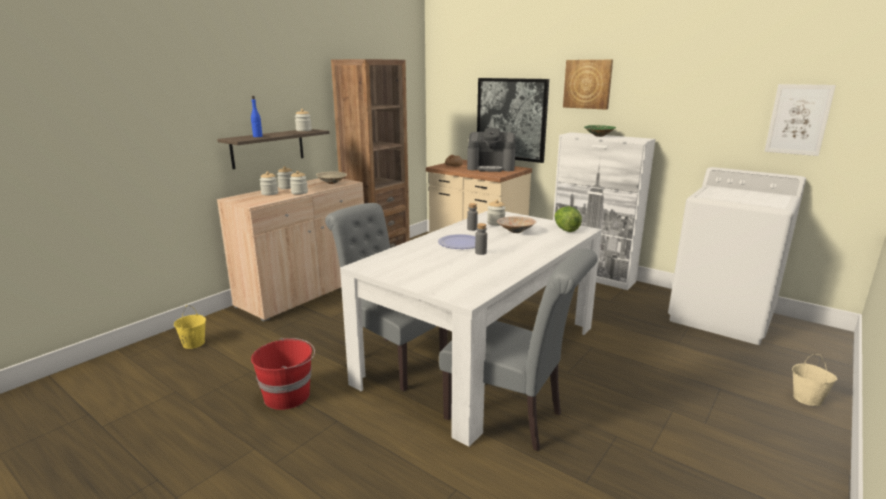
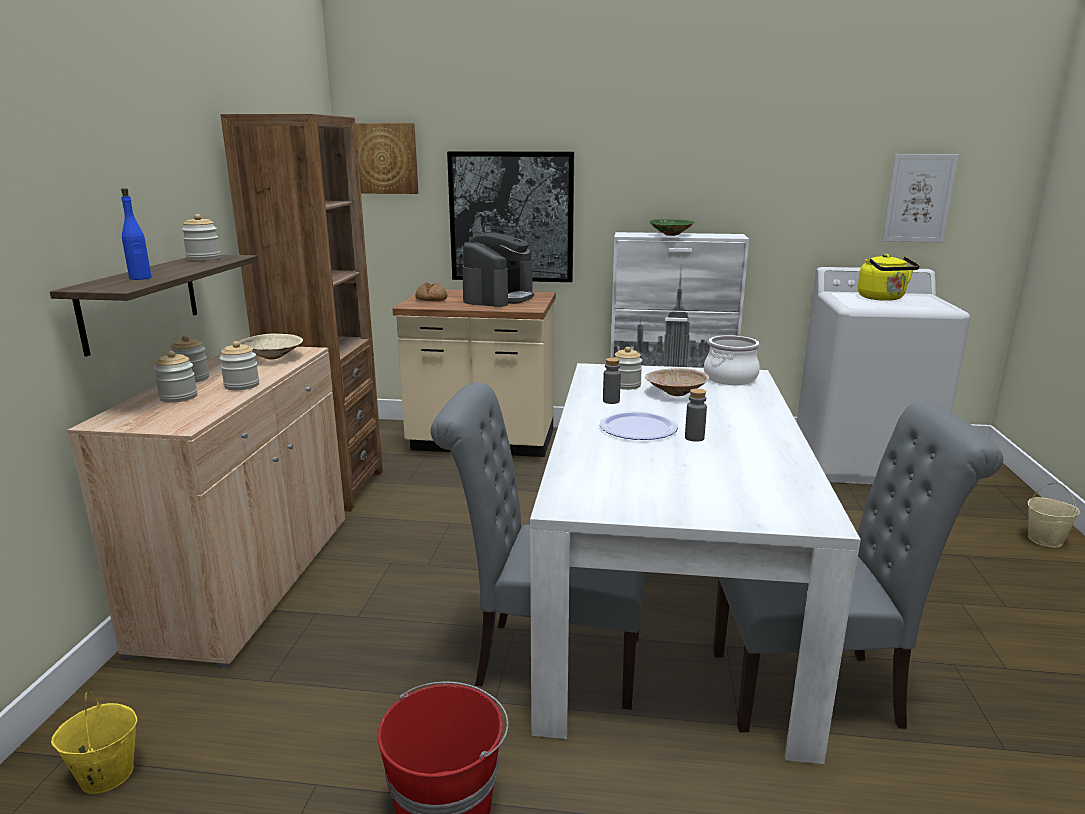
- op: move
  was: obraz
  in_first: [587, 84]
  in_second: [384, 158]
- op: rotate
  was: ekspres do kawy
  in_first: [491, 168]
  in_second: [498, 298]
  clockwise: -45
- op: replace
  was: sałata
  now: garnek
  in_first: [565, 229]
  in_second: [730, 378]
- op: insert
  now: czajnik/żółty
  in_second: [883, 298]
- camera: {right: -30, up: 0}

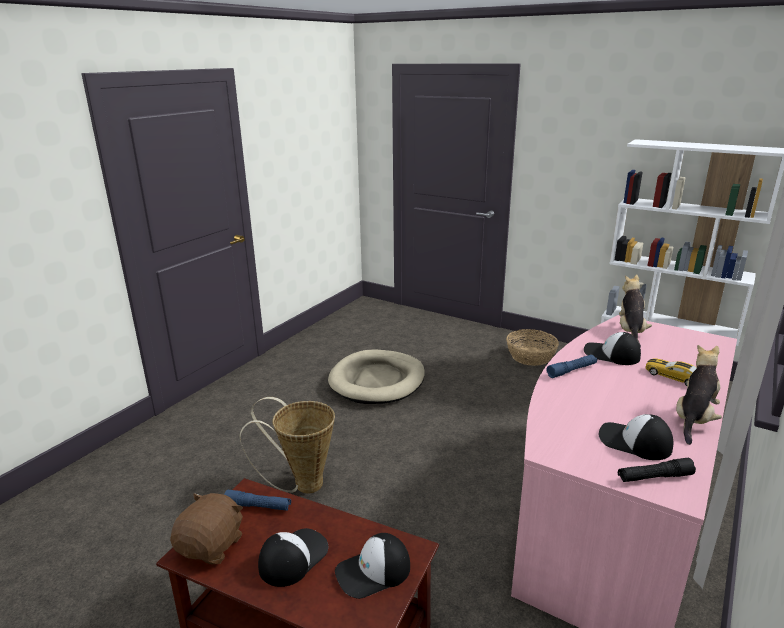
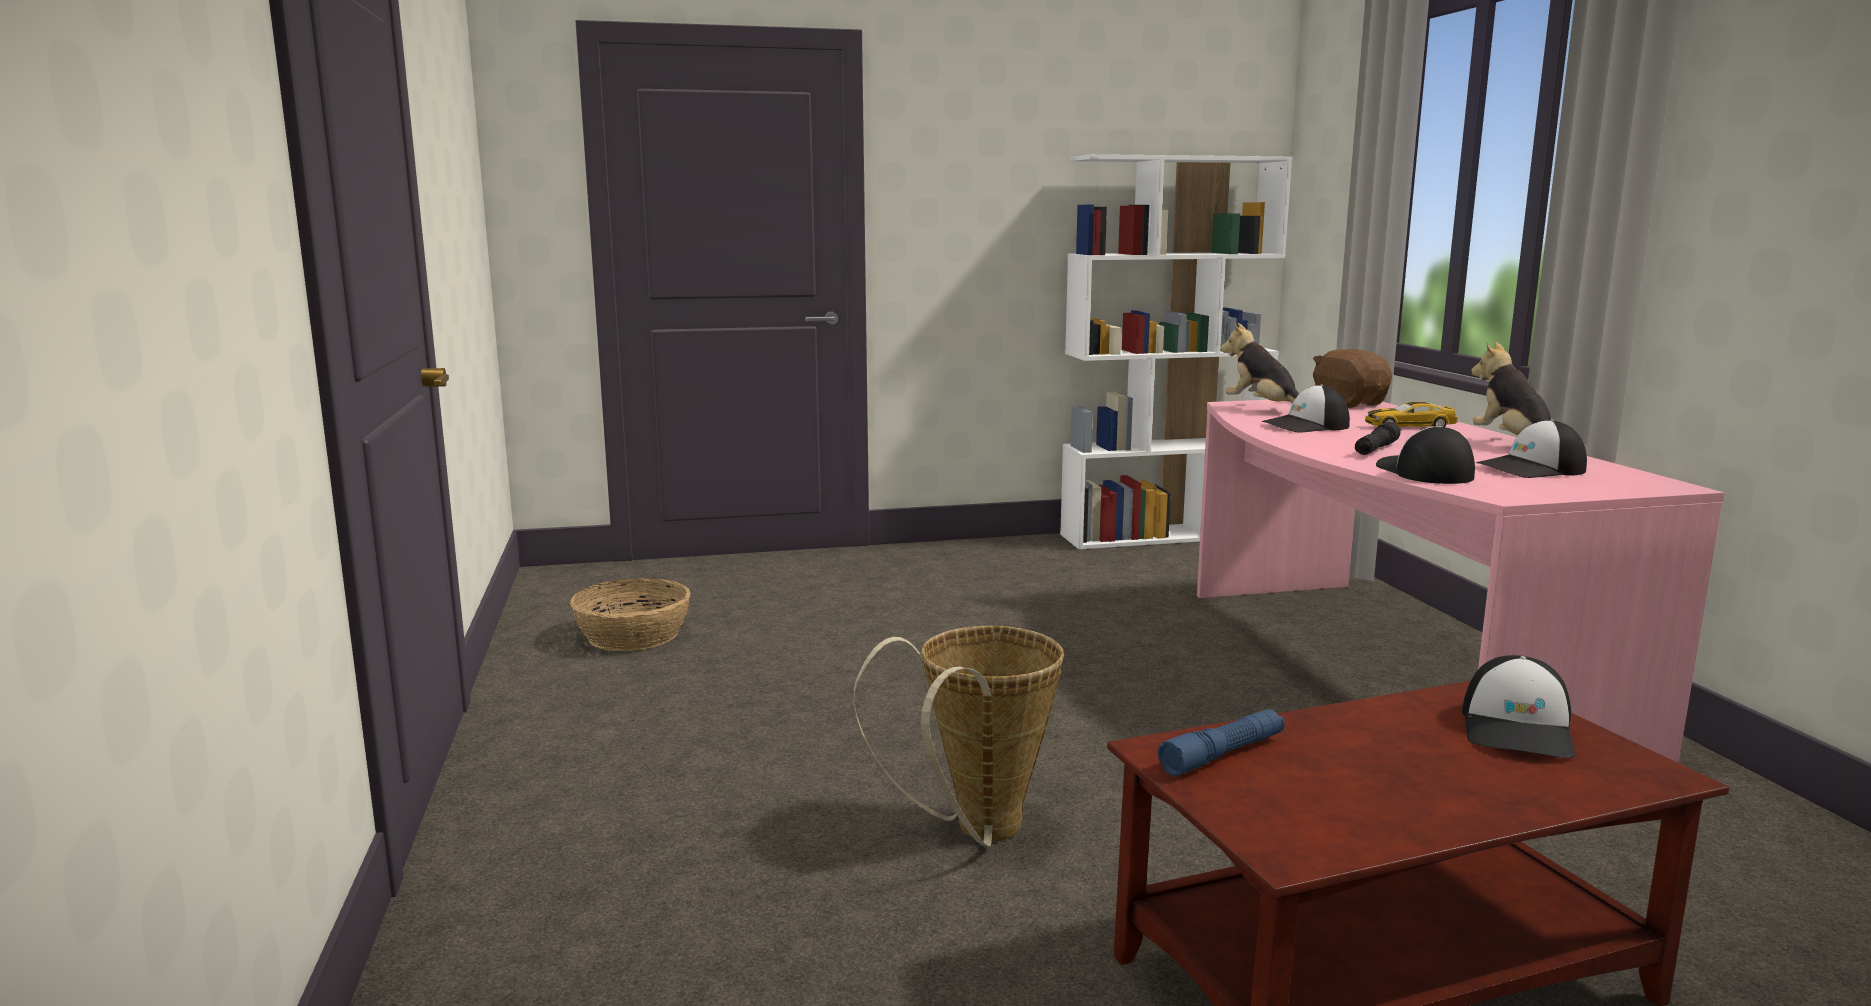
- op: move
  was: koszyk
  in_first: [530, 356]
  in_second: [634, 636]
- op: delete
  was: legowisko/beżowy
  in_first: [377, 380]
- op: delete
  was: latarka/niebieski
  in_first: [571, 370]
- op: move
  was: latarka/czarny
  in_first: [654, 477]
  in_second: [1375, 449]
- op: move
  was: pluszak/brązowy
  in_first: [212, 546]
  in_second: [1348, 403]
- op: move
  was: czapka z daszkiem
  in_first: [293, 557]
  in_second: [1423, 472]
- camera: {right: -45, up: -10}

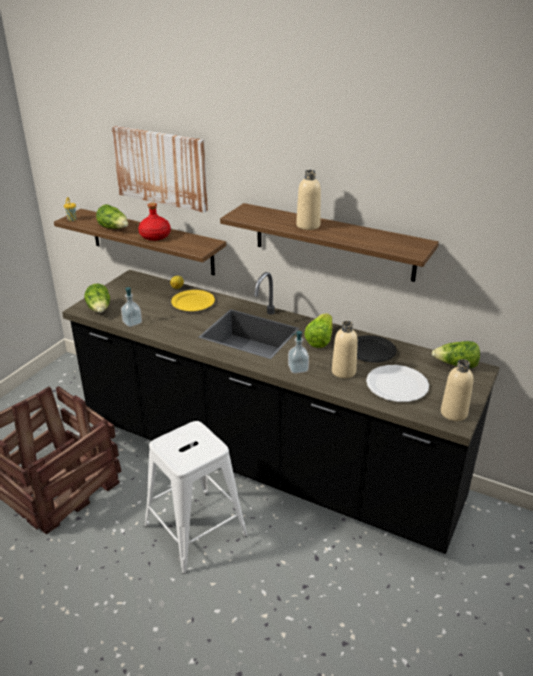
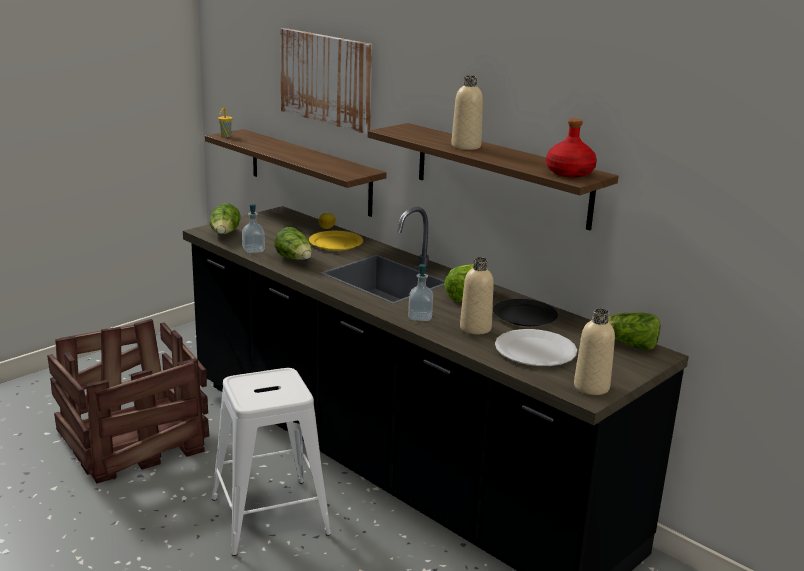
- op: move
  was: butelka/czerwony
  in_first: [155, 236]
  in_second: [569, 172]
- op: move
  was: sałata
  in_first: [114, 228]
  in_second: [295, 259]
- camera: {right: 15, up: -10}

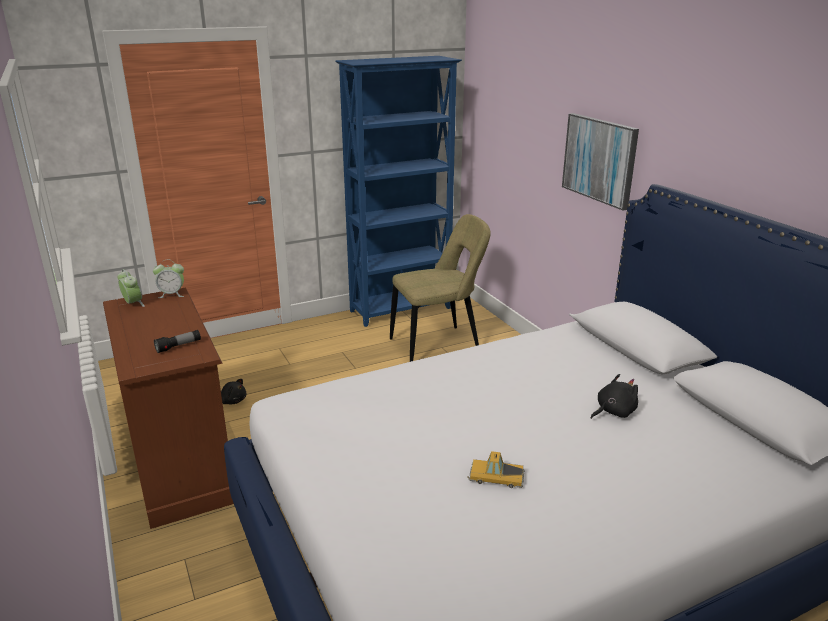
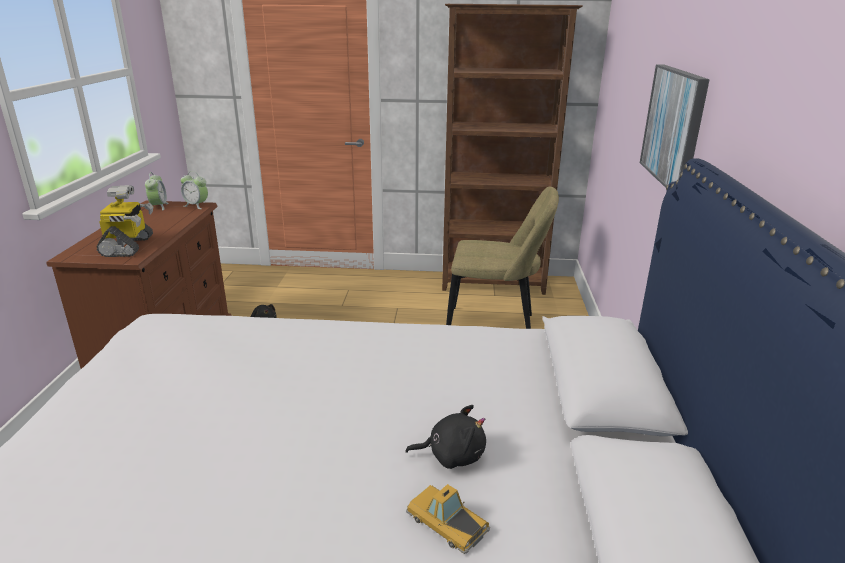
- op: recolor
  was: regał/niebieski
  now: regał/brązowy
  in_first: [401, 310]
  in_second: [493, 284]
- op: replace
  was: latarka
  now: robot zabawkowy
  in_first: [178, 346]
  in_second: [128, 246]
- op: move
  was: samochodzik
  in_first: [495, 476]
  in_second: [446, 521]
- camera: {right: 30, up: 0}

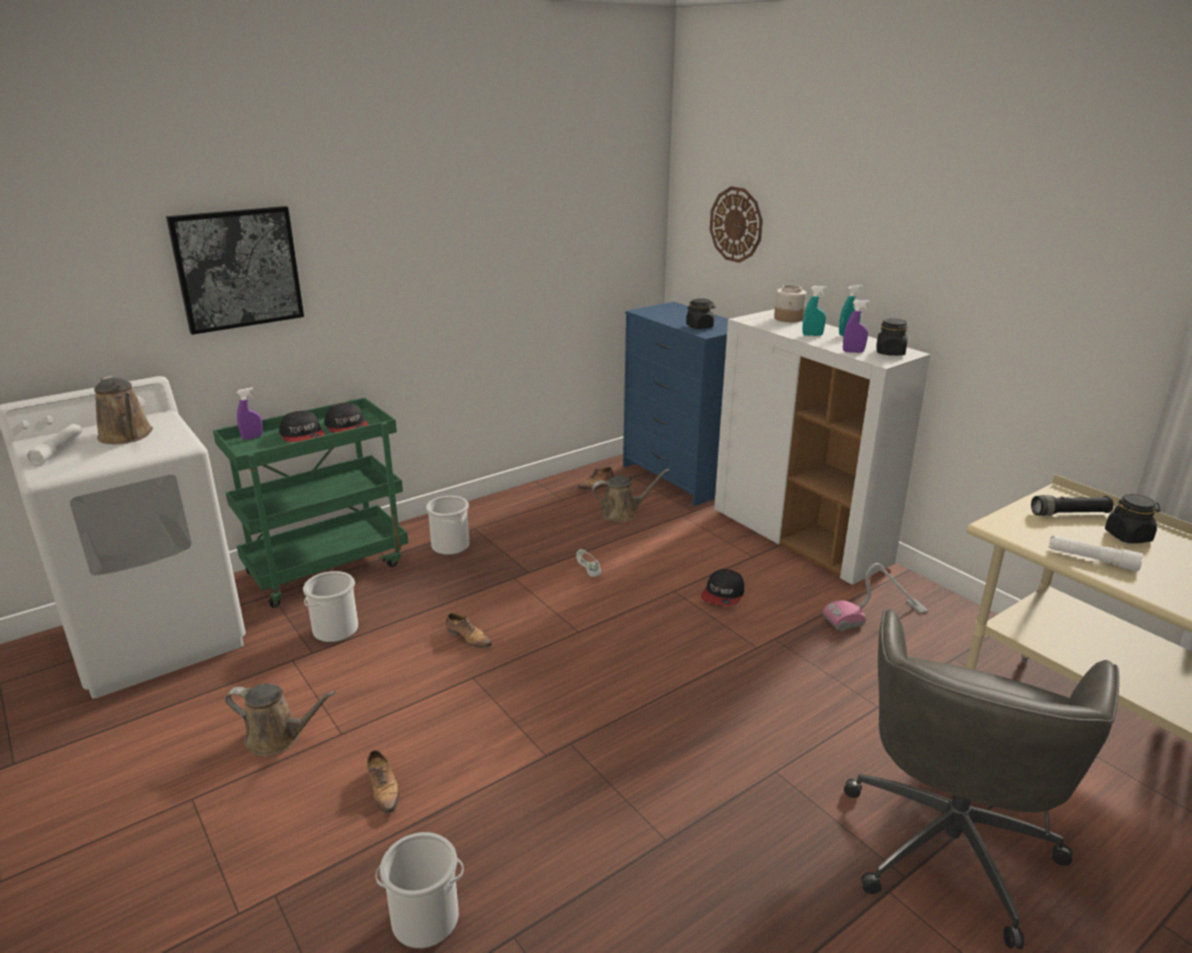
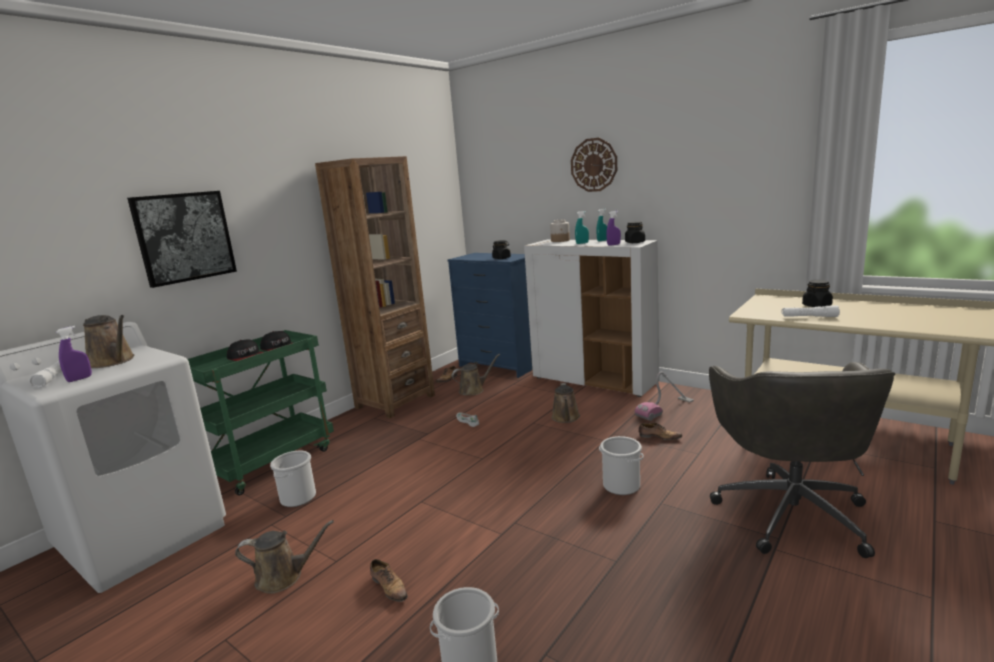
- op: move
  was: zegar ścienny
  in_first: [736, 224]
  in_second: [594, 165]
- op: move
  was: spryskiwacz/fioletowy
  in_first: [252, 437]
  in_second: [79, 379]
- op: delete
  was: latarka/czarny
  in_first: [1069, 514]
- op: move
  was: wiadro
  in_first: [451, 546]
  in_second: [621, 485]
- op: replace
  was: czapka z daszkiem
  now: konewka/brązowy
  in_first: [723, 594]
  in_second: [566, 418]
- op: move
  was: but
  in_first: [468, 638]
  in_second: [659, 437]
- op: insert
  now: regał/brązowy
  in_second: [395, 401]
- camera: {right: -15, up: -10}

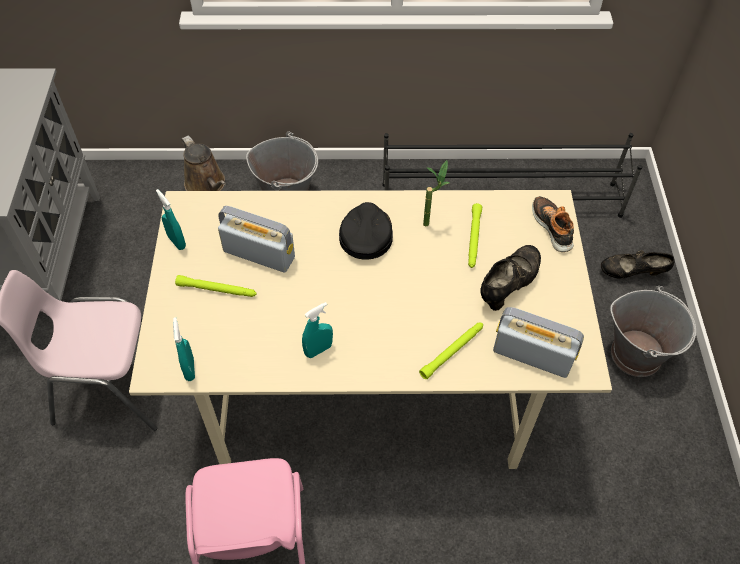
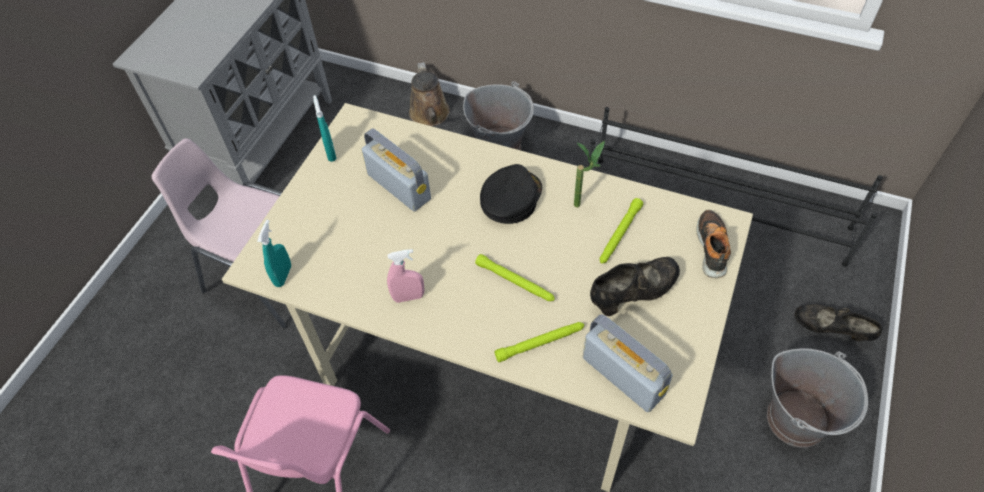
- op: move
  was: latarka/zielony
  in_first: [217, 290]
  in_second: [515, 282]
- op: recolor
  was: spryskiwacz/turkusowy
  now: spryskiwacz/różowy
  in_first: [318, 350]
  in_second: [408, 297]
- camera: {right: 25, up: 0}

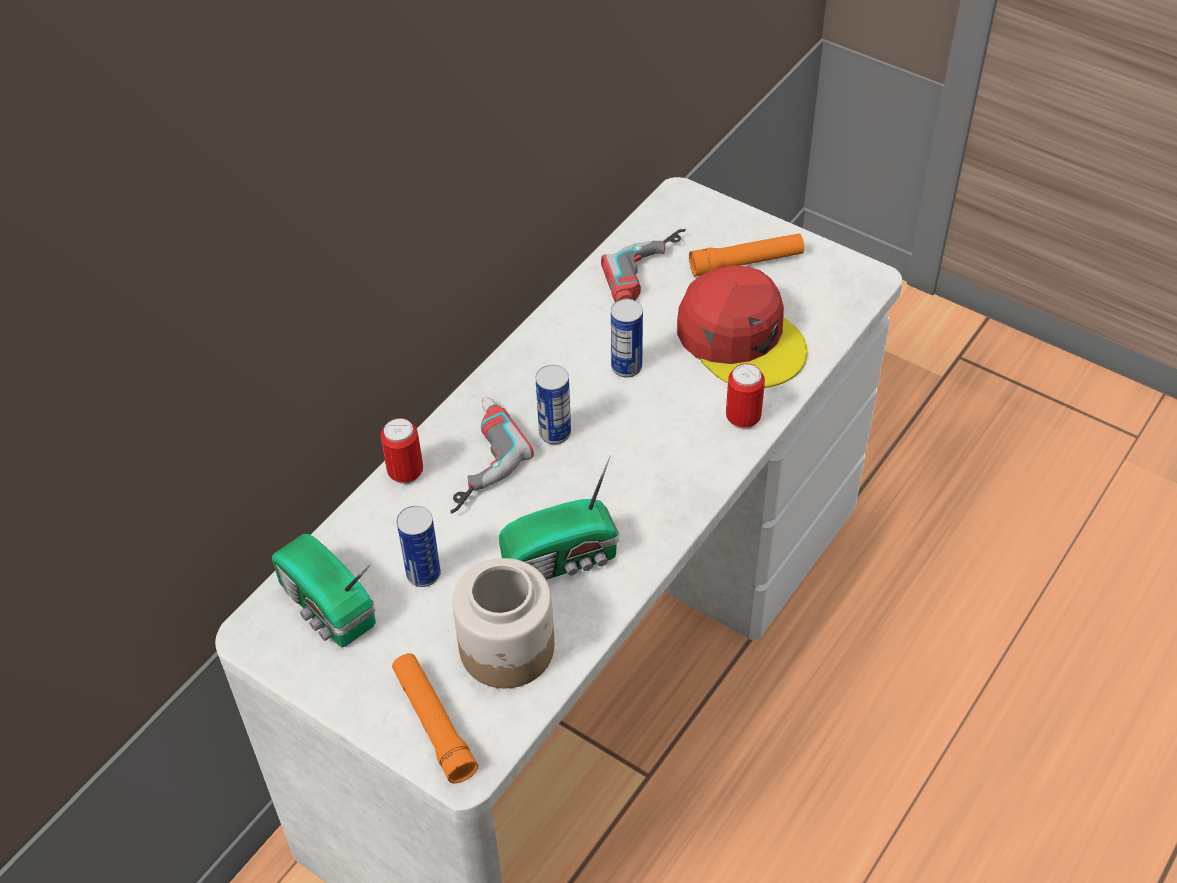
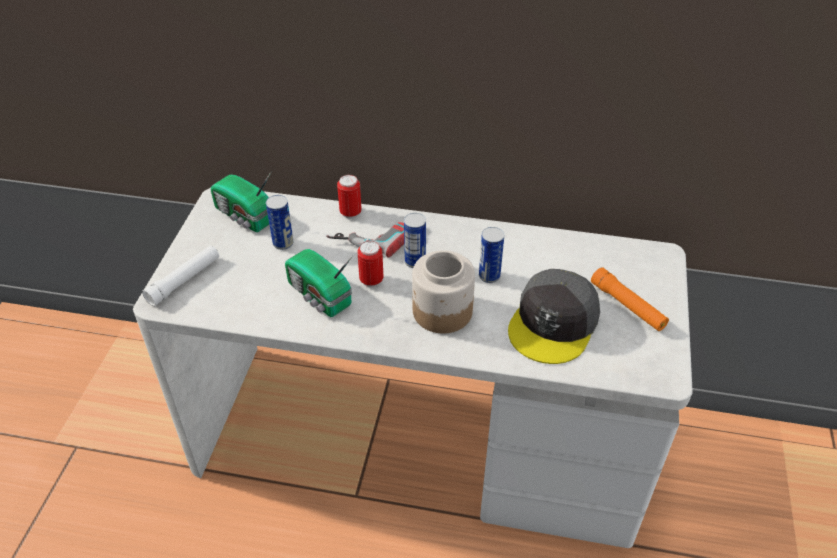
- op: delete
  was: wiertarka
  in_first: [653, 279]
- op: recolor
  was: czapka z daszkiem/czerwony
  now: czapka z daszkiem/szary
  in_first: [741, 338]
  in_second: [554, 324]
- op: move
  was: puszka
  in_first: [743, 419]
  in_second: [371, 280]
- op: rotate
  was: radio
  in_first: [327, 608]
  in_second: [244, 216]
  clockwise: -75
- op: move
  was: słoik
  in_first: [507, 649]
  in_second: [442, 312]
- op: recolor
  was: latarka/pomarańczowy
  now: latarka/biały
  in_first: [433, 723]
  in_second: [184, 280]
- camera: {right: 65, up: -5}

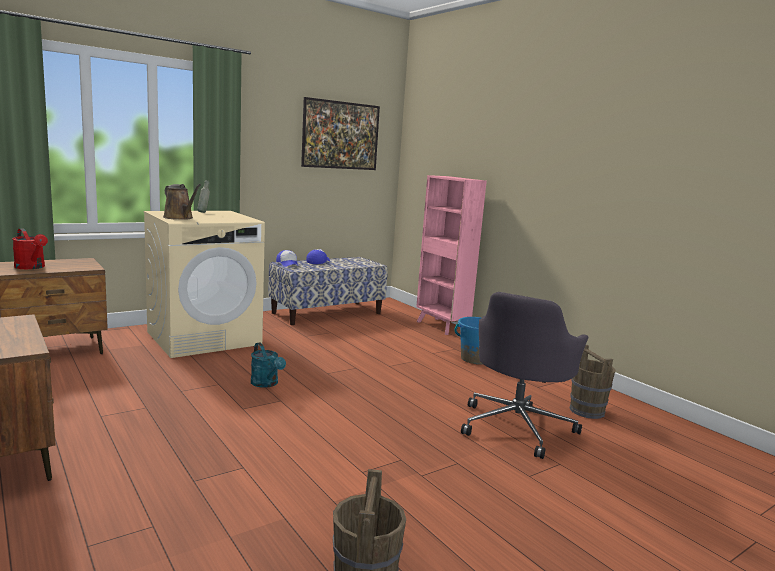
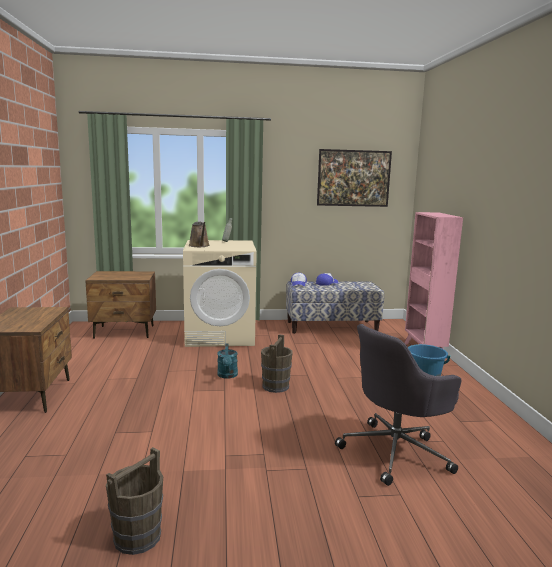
- op: delete
  was: konewka/czerwony
  in_first: [32, 267]
- op: move
  was: wiadro/brązowy
  in_first: [586, 410]
  in_second: [276, 386]
- camera: {right: 30, up: 0}

